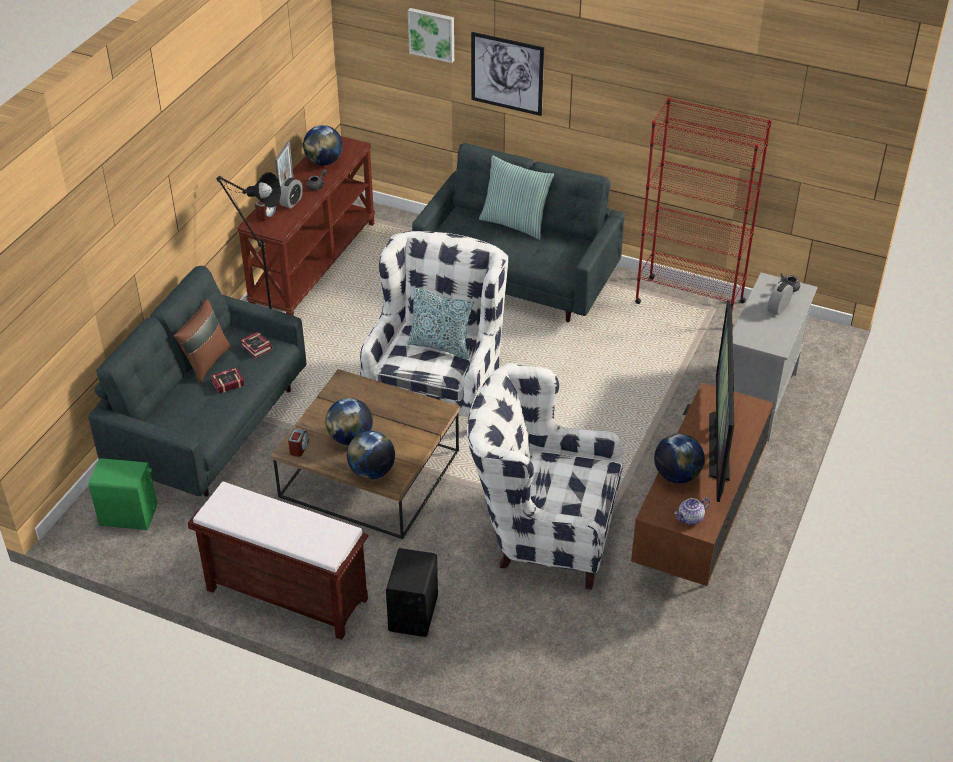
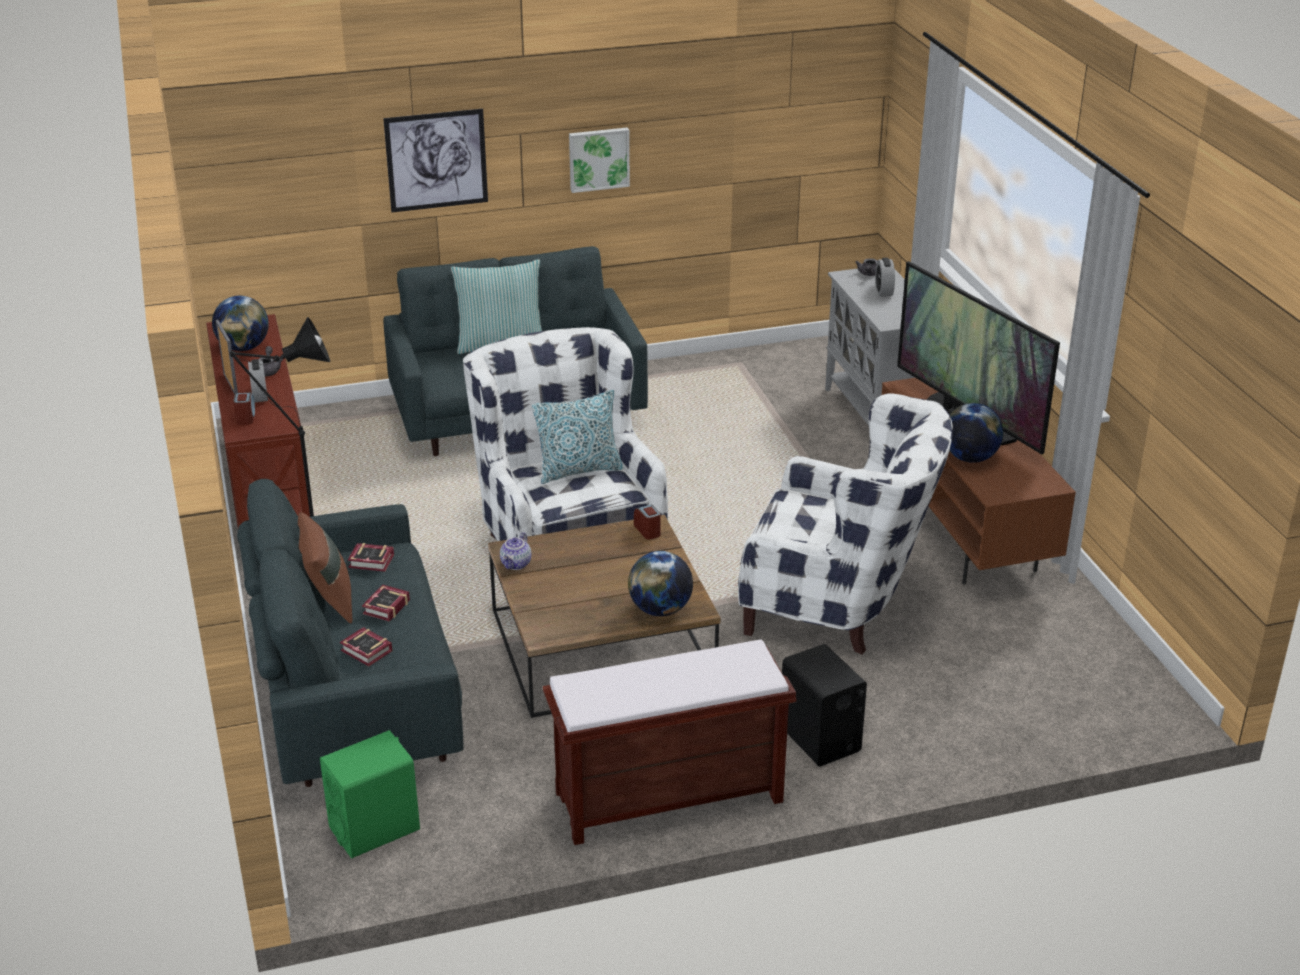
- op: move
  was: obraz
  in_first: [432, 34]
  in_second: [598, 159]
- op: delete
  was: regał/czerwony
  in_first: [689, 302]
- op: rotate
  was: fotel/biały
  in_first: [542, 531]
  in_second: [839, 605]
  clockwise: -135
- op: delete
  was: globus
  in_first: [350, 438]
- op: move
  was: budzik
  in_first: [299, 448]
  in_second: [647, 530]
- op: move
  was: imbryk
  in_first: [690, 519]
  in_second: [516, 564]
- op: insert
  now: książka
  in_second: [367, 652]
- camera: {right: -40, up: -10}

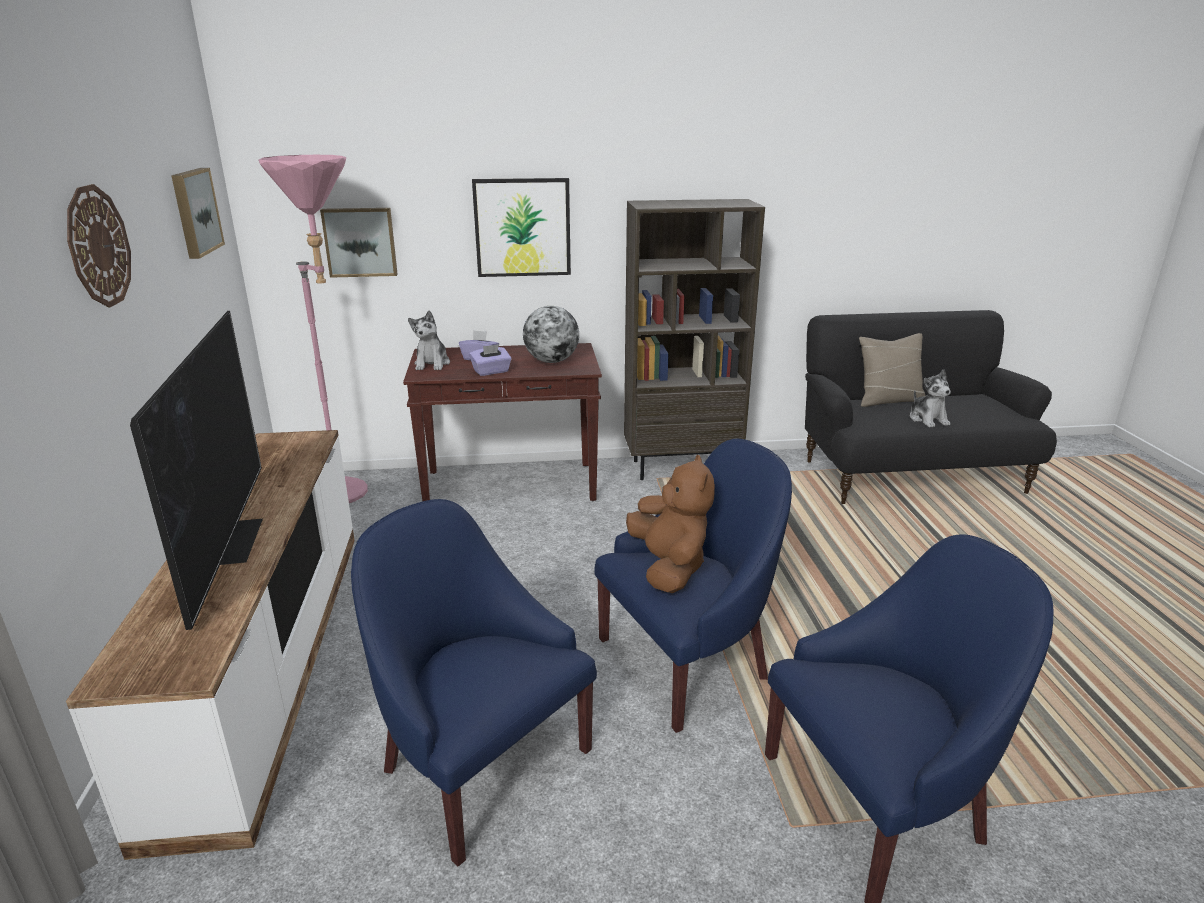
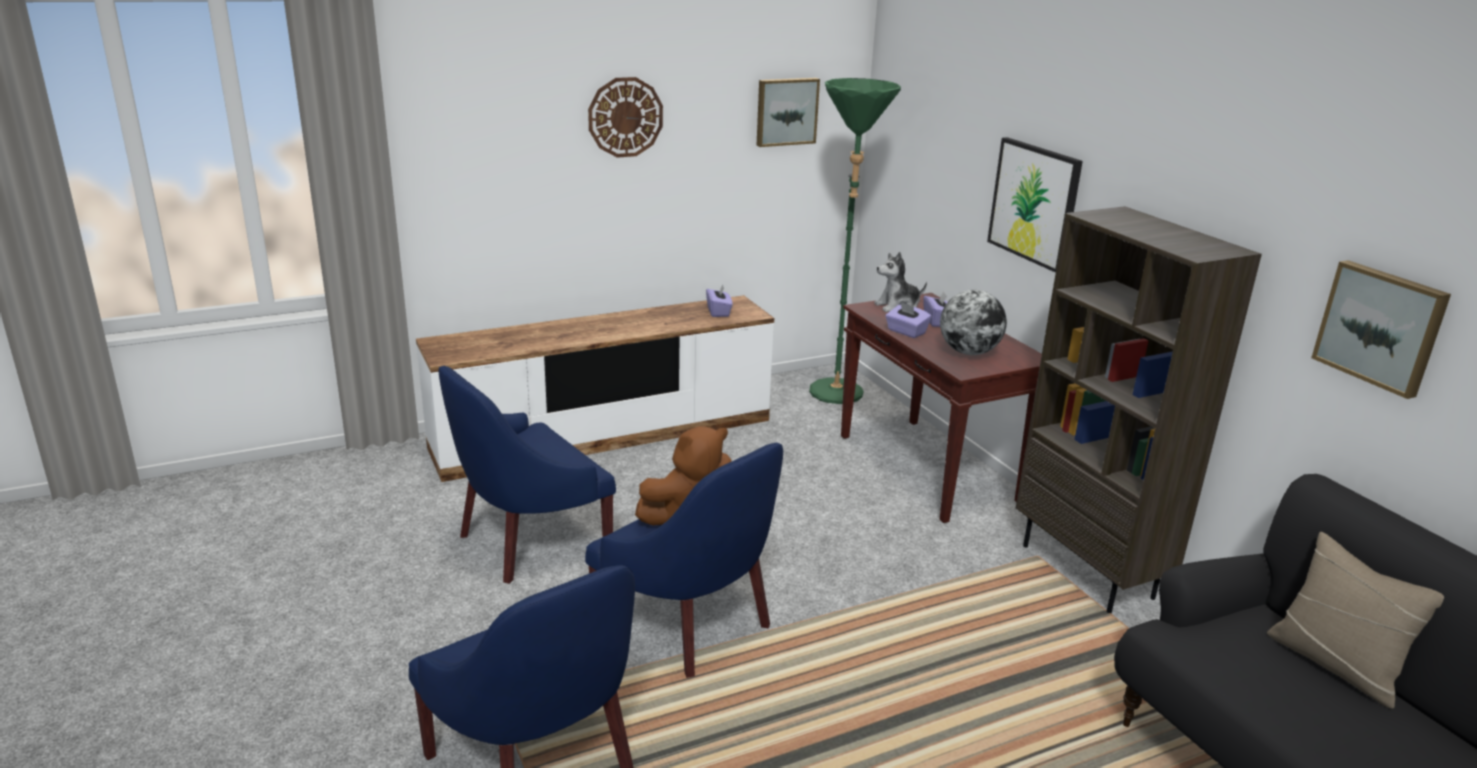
- op: recolor
  was: lampa stojąca/różowy
  now: lampa stojąca/zielony
  in_first: [349, 495]
  in_second: [836, 398]
- op: move
  was: obraz
  in_first: [360, 242]
  in_second: [1381, 327]
- op: delete
  was: telewizor
  in_first: [230, 540]
- op: delete
  was: pluszak
  in_first: [928, 419]
- op: rotate
  was: fotel/niebieski
  in_first: [478, 764]
  in_second: [528, 542]
  clockwise: -150
- op: insert
  now: pudełko chusteczek/fioletowy
  in_second: [719, 312]
- camera: {right: 70, up: 0}

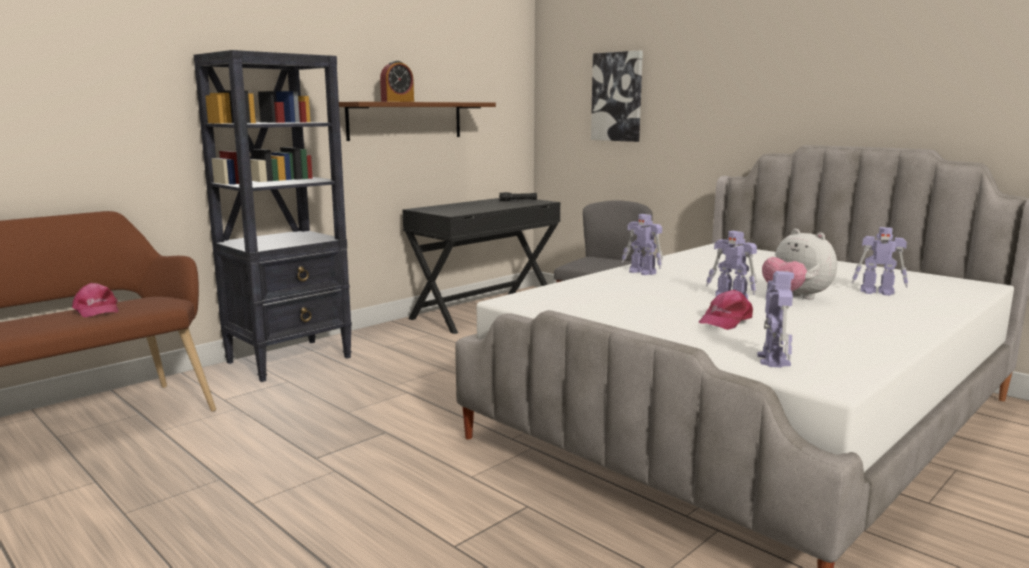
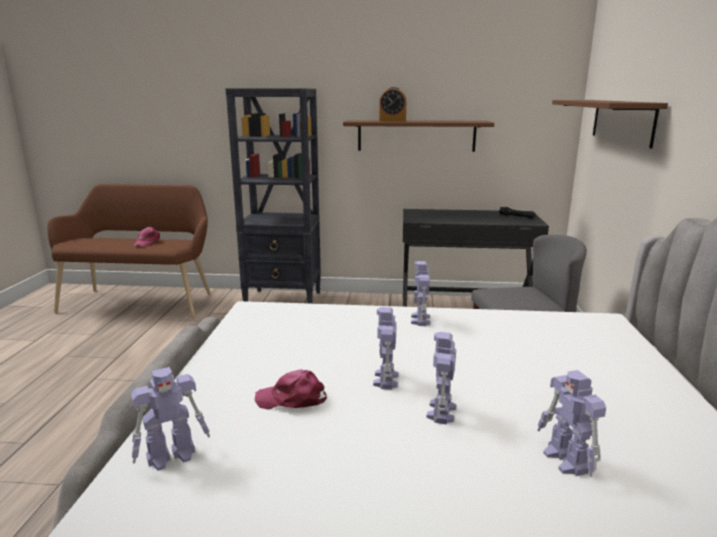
- op: replace
  was: obraz
  now: półka/brązowy
  in_first: [617, 97]
  in_second: [622, 121]
- op: replace
  was: pluszak
  now: robot zabawkowy
  in_first: [795, 298]
  in_second: [441, 412]
- camera: {right: 50, up: 5}

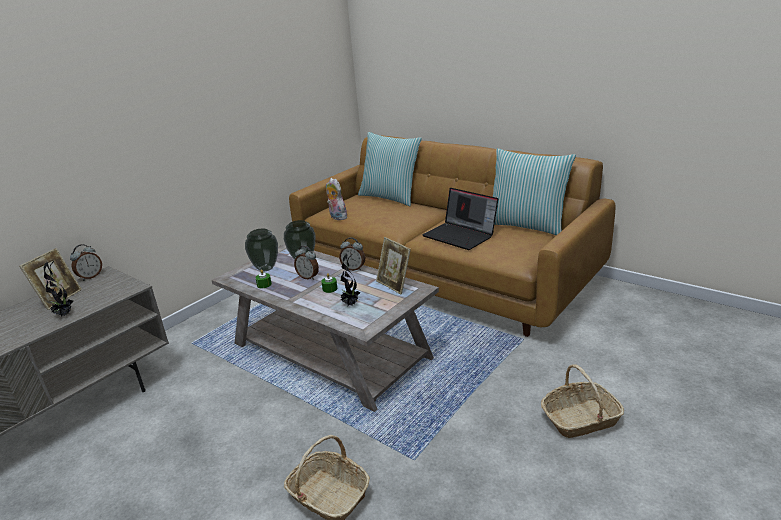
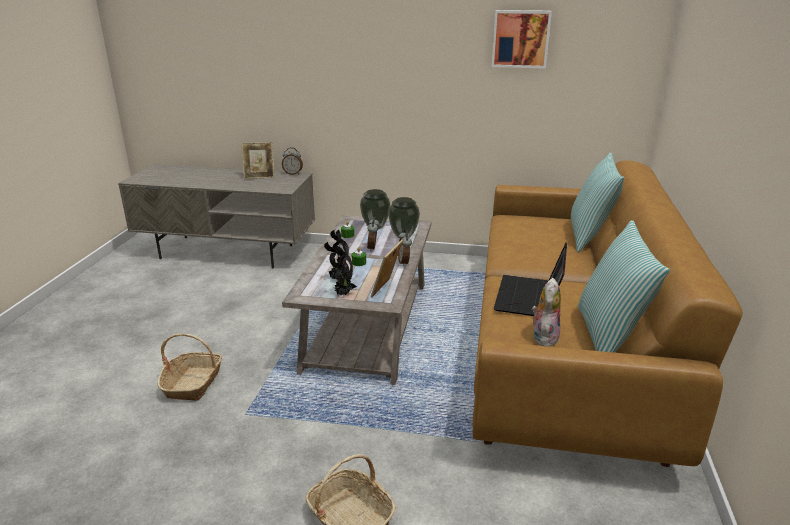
- op: move
  was: pluszak
  in_first: [336, 217]
  in_second: [543, 337]
- op: move
  was: roślina doniczkowa
  in_first: [65, 315]
  in_second: [343, 294]
- op: insert
  now: obraz
  in_second: [520, 39]
- camera: {right: 60, up: 0}

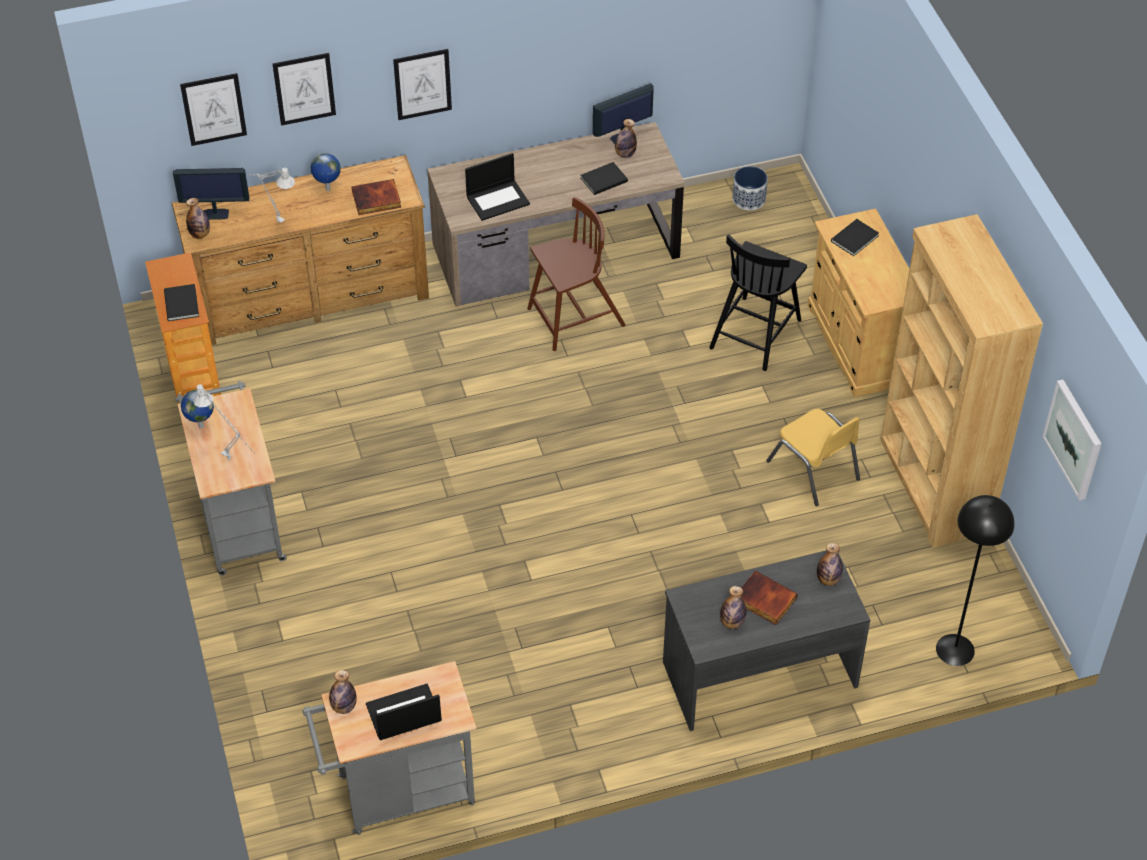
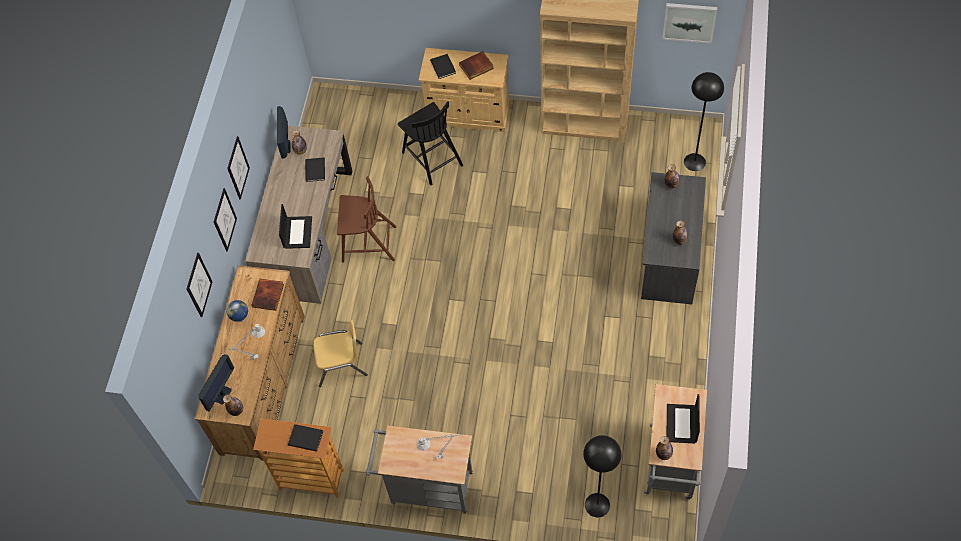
- op: move
  was: obraz
  in_first: [213, 109]
  in_second: [238, 168]
- op: delete
  was: donica
  in_first: [749, 199]
- op: rotate
  was: krzesło/brązowy
  in_first: [574, 318]
  in_second: [367, 244]
  clockwise: 90
- op: delete
  was: globus
  in_first: [200, 426]
- op: move
  was: krzesło/żółty
  in_first: [813, 470]
  in_second: [341, 364]
- op: move
  was: książka
  in_first: [764, 600]
  in_second: [476, 67]
- op: insert
  now: lampa stojąca/czarny
  in_second: [597, 505]
- camera: {right: -60, up: 10}

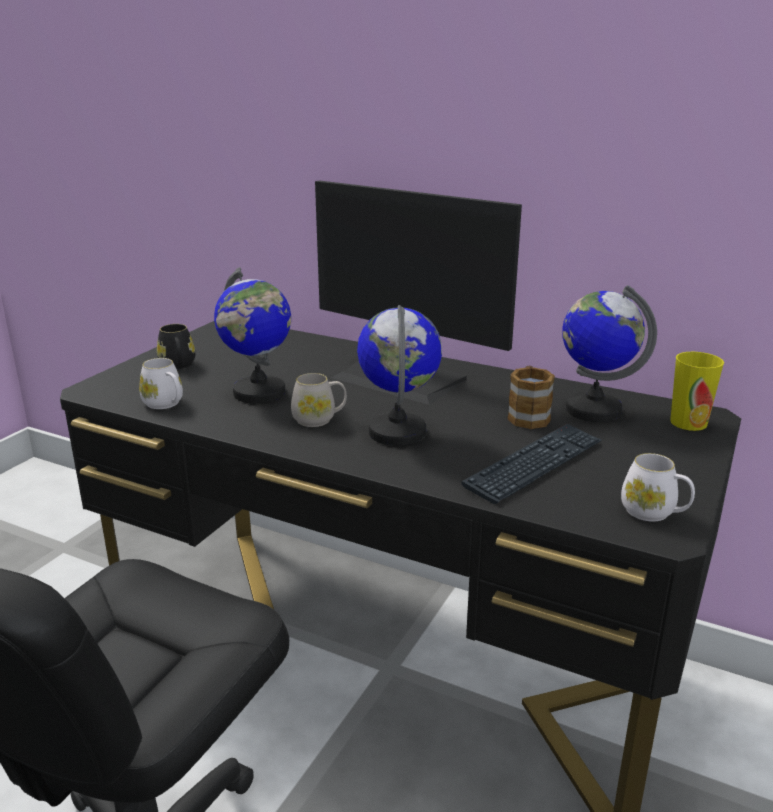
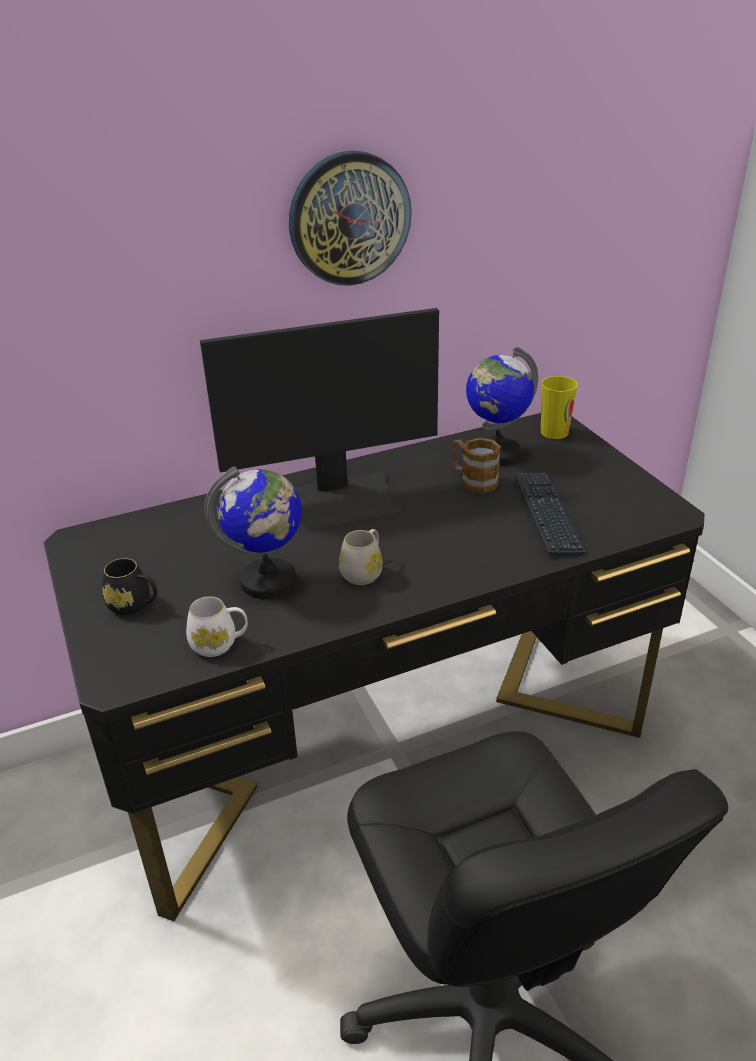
- op: delete
  was: globus
  in_first: [398, 432]
- op: delete
  was: kubek/biały
  in_first: [654, 513]
- op: insert
  now: zegar ścienny
  in_second: [349, 219]
- camera: {right: -50, up: 10}

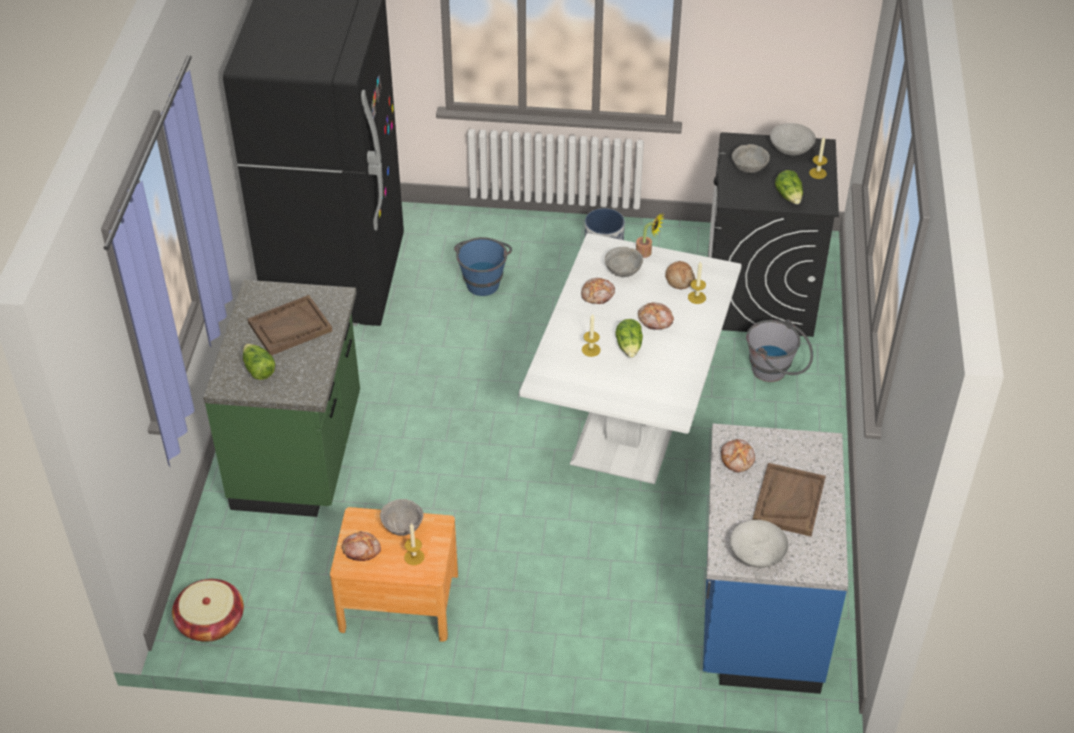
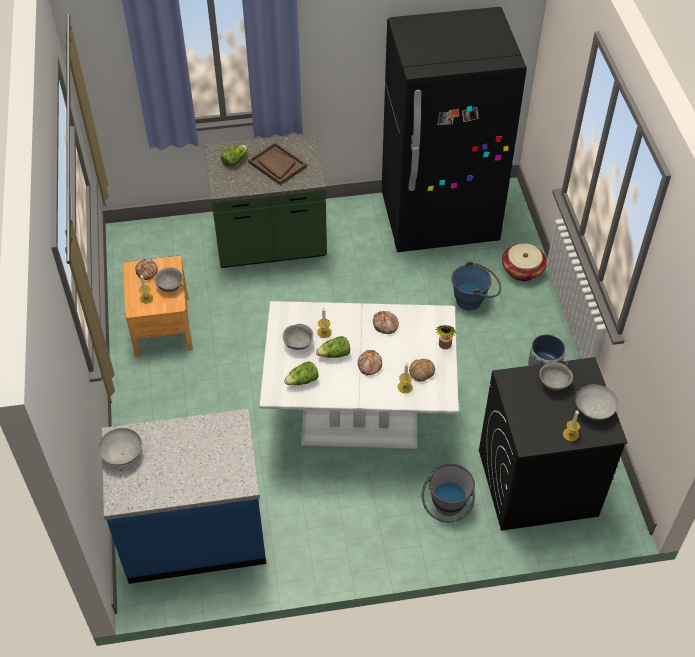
- op: move
  was: sałata
  in_first: [789, 196]
  in_second: [302, 381]
- op: move
  was: miska/szary
  in_first: [623, 272]
  in_second: [298, 344]
- op: delete
  was: chleb
  in_first: [738, 459]
- op: delete
  was: taca/brązowy
  in_first: [788, 501]
- op: move
  was: koszyk
  in_first: [211, 622]
  in_second: [522, 270]
- camera: {right: 75, up: 5}

